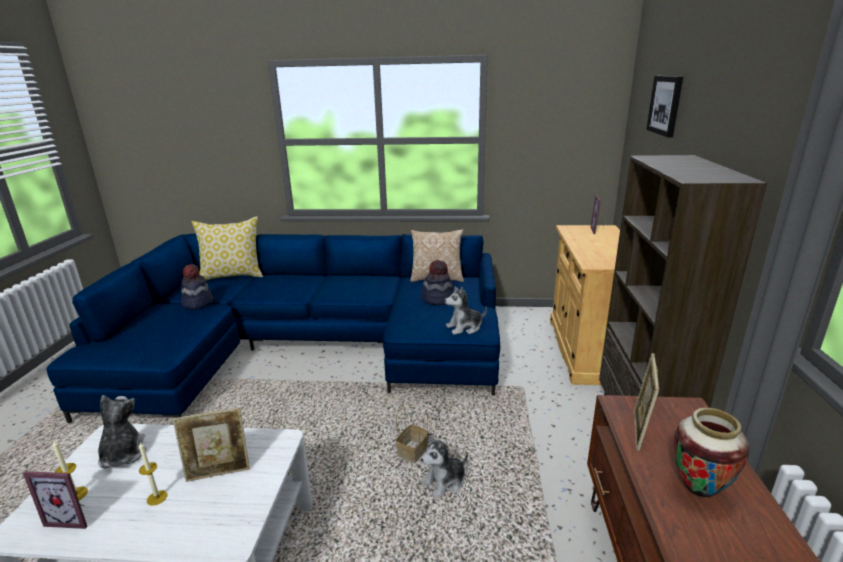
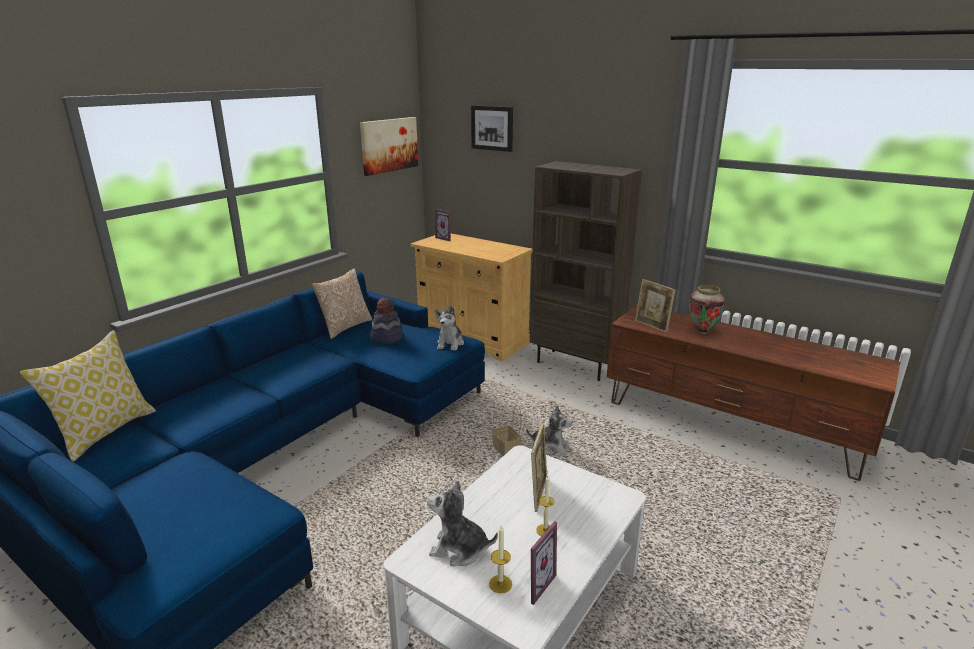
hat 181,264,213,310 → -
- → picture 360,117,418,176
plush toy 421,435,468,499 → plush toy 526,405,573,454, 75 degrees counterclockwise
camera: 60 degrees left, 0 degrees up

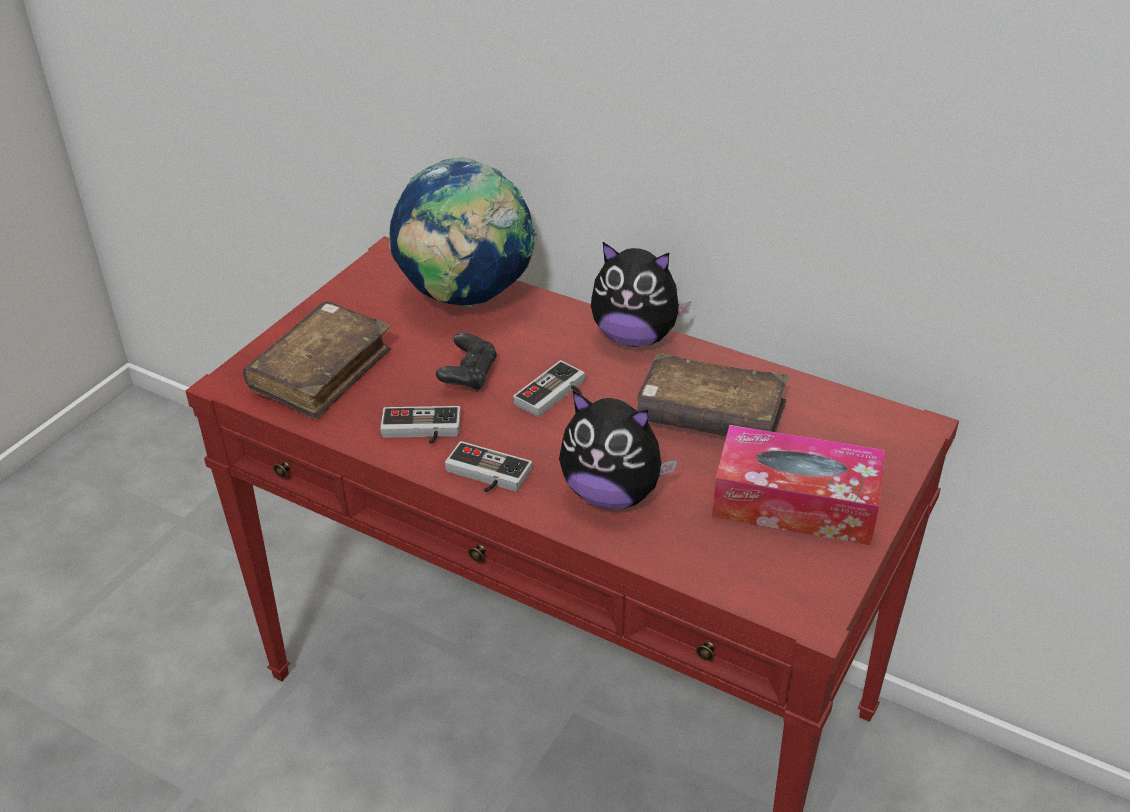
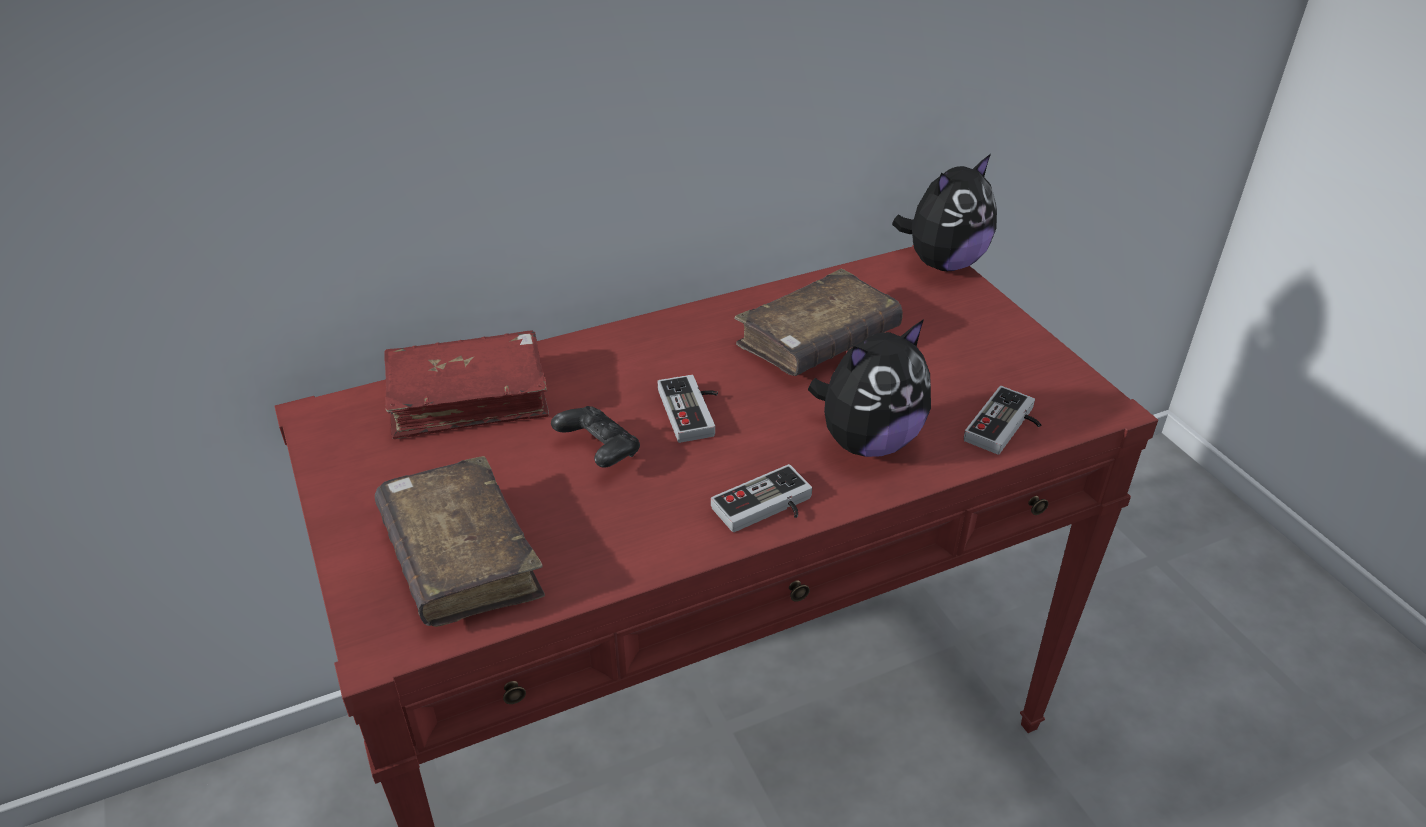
tissue box 712,425,885,546 → -
game controller 380,406,461,444 → game controller 964,386,1042,455, move
plush toy 591,242,692,347 → plush toy 892,154,997,271, move
globe 389,157,537,307 → red book 384,330,549,439
camera: 55 degrees left, 0 degrees up

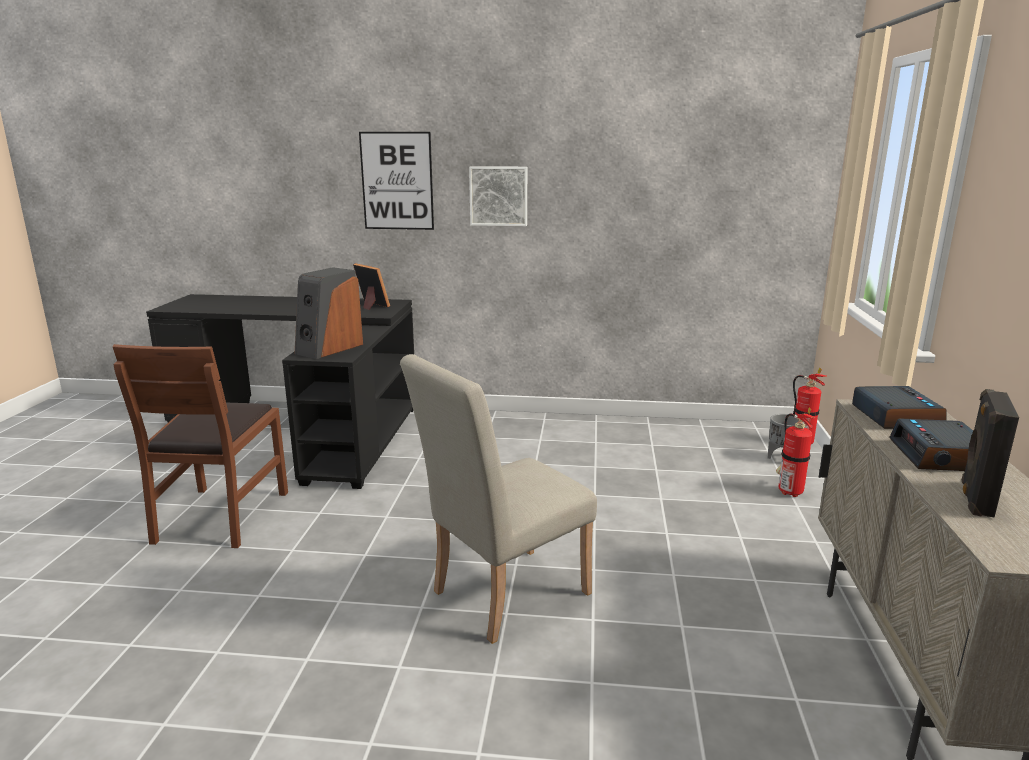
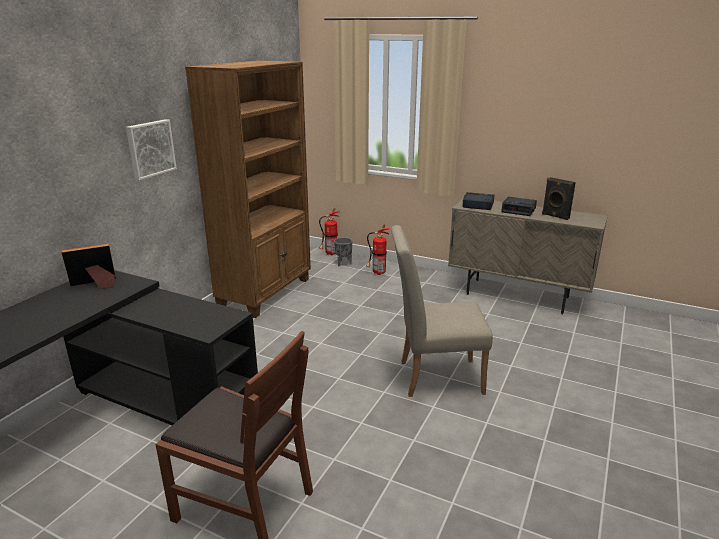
speaker 295,267,363,359 → -
picture 359,132,434,230 → -
- → brown bookcase 185,60,311,318
beige chair 400,354,597,644 → beige chair 391,225,493,397, 105 degrees clockwise
camera: 70 degrees left, 5 degrees up

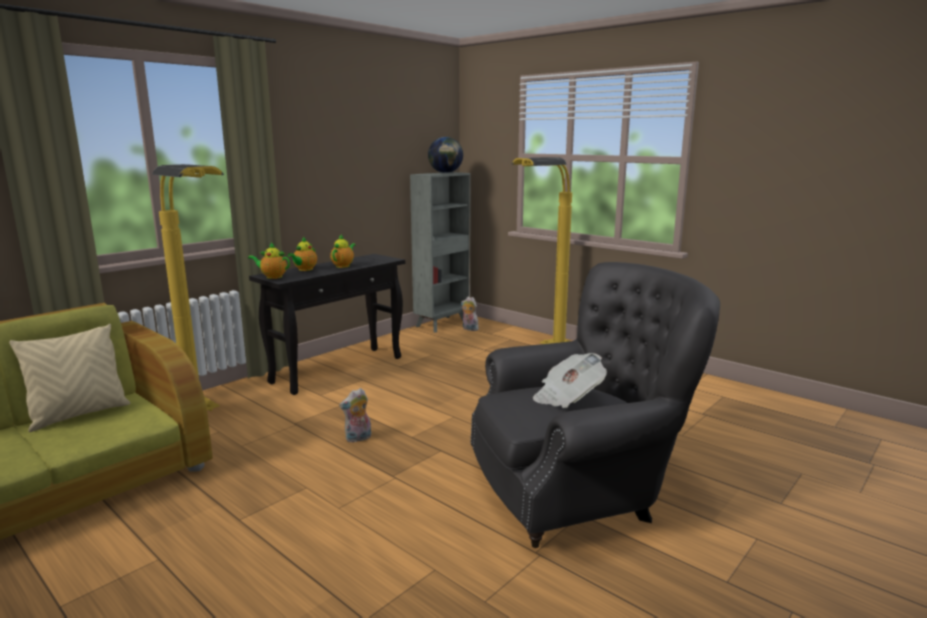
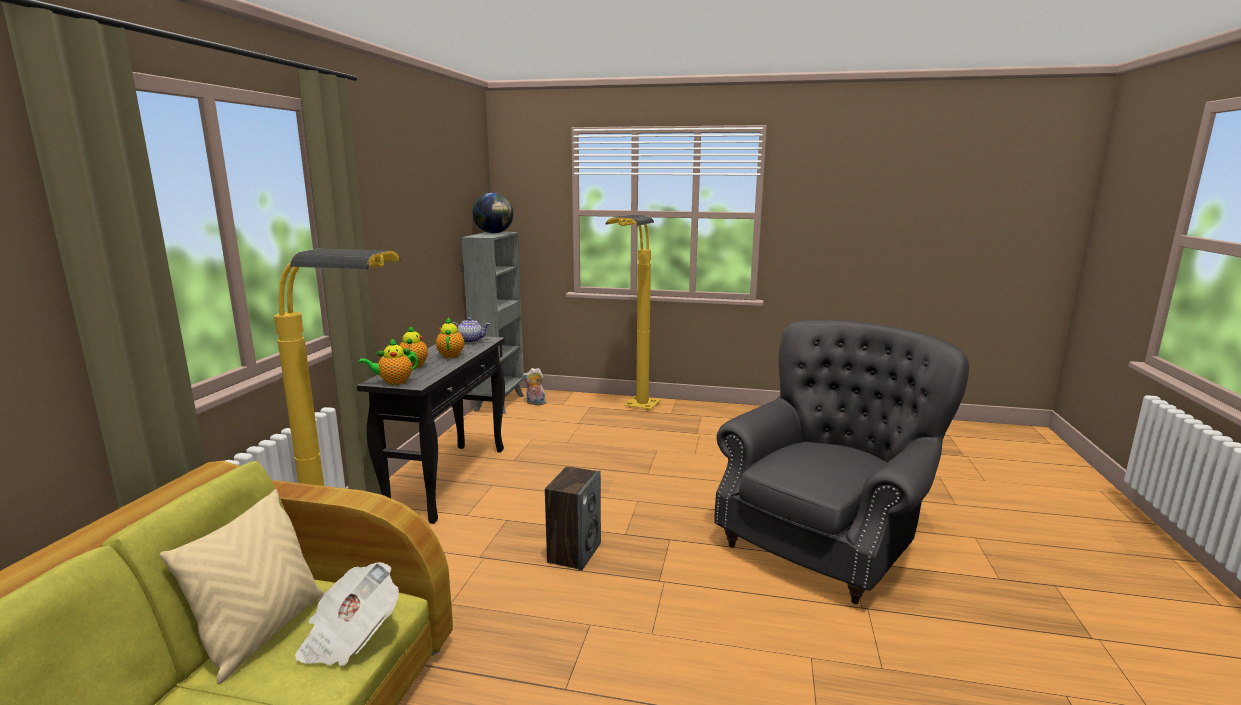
- → teapot 453,318,490,343
newspaper 533,353,607,408 → newspaper 295,562,399,666, move
plush toy 339,388,371,443 → speaker 545,466,601,571
camera: 30 degrees left, 0 degrees up

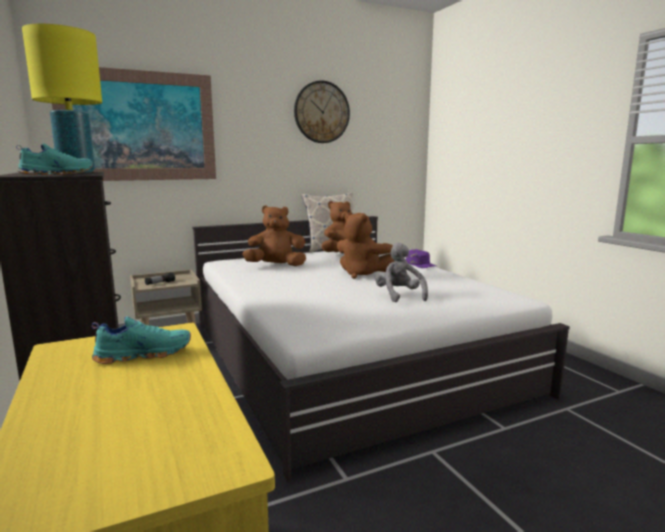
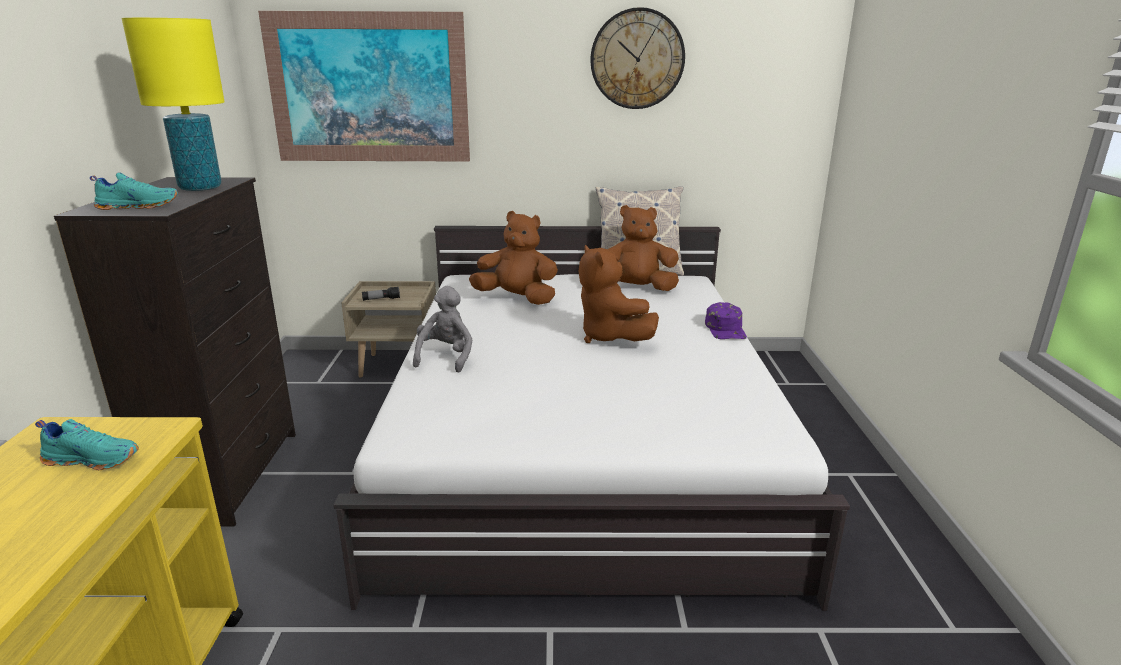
grey plush toy 375,243,428,302 → grey plush toy 413,286,473,373, move
camera: 25 degrees right, 10 degrees up

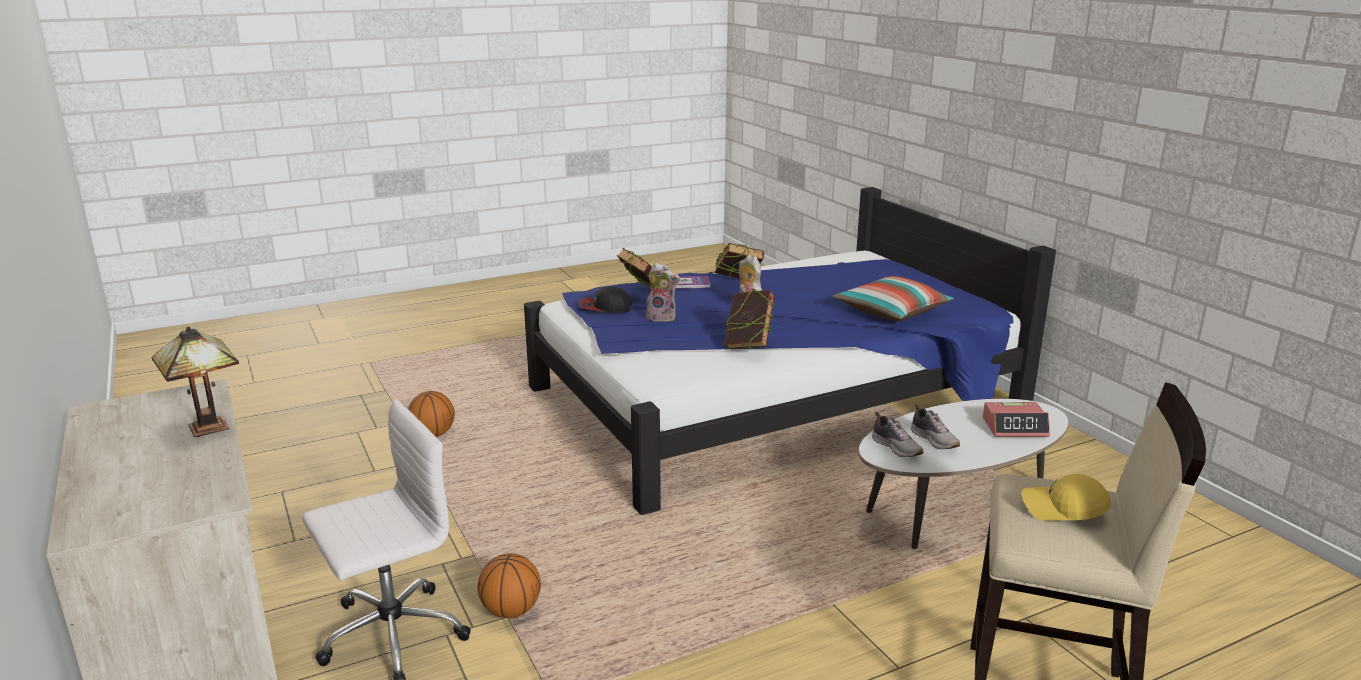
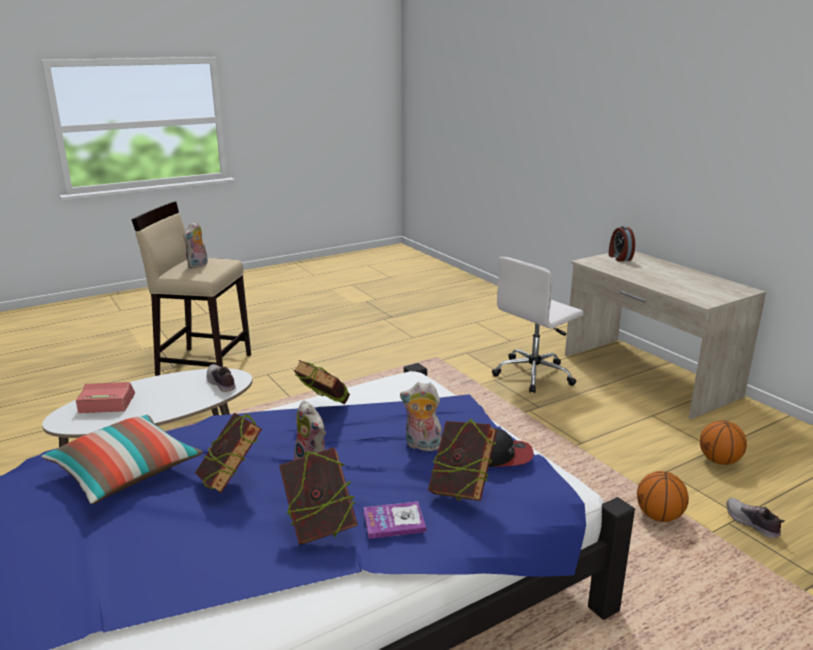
table lamp 152,327,239,437 → -
- → book 195,413,262,493
- → alarm clock 609,226,635,261
basketball 478,553,541,618 → basketball 700,420,747,465, move
shoe 911,404,960,449 → shoe 726,498,785,538, move
yellow cap 1022,474,1111,521 → plush toy 183,221,208,269
camera: 175 degrees right, 0 degrees up

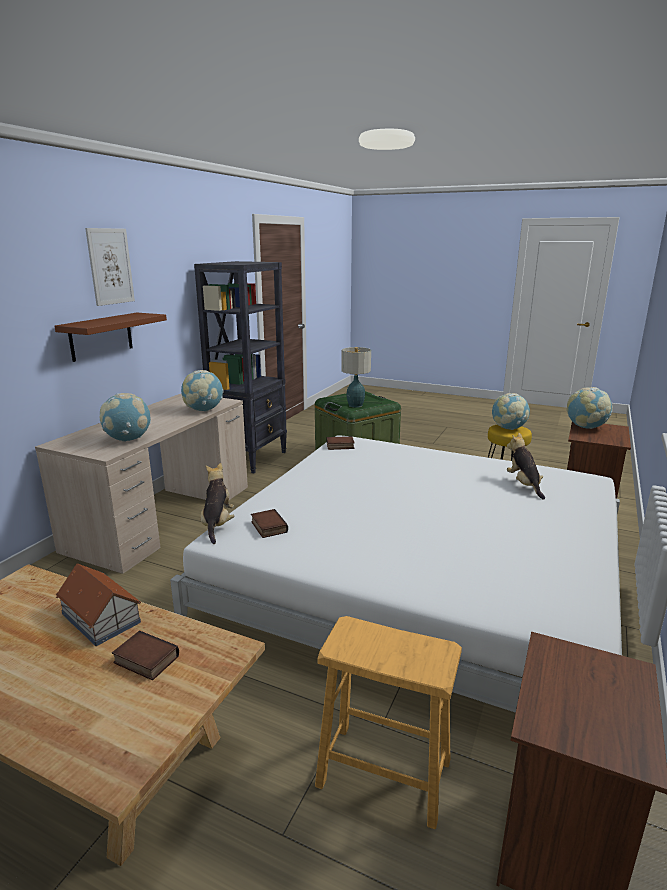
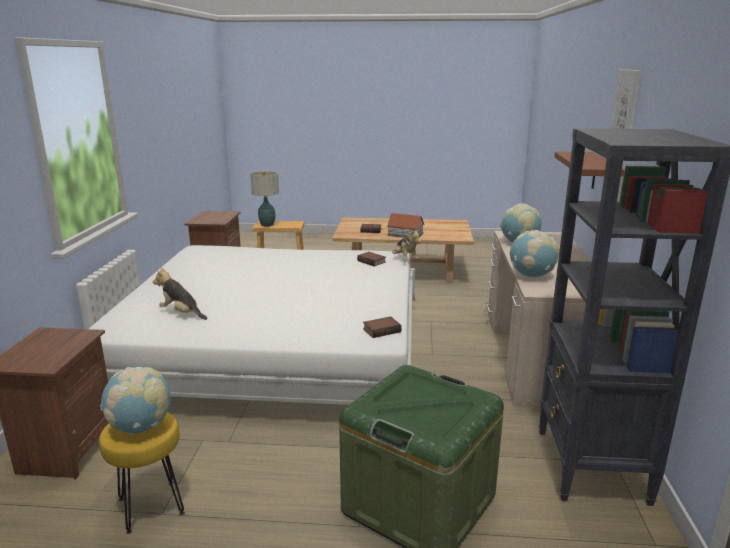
globe 567,387,613,429 → -
table lamp 341,347,371,408 → table lamp 250,171,279,227, move
plush toy 507,433,545,500 → plush toy 153,267,208,320, 150 degrees clockwise
camera: 160 degrees right, 0 degrees up

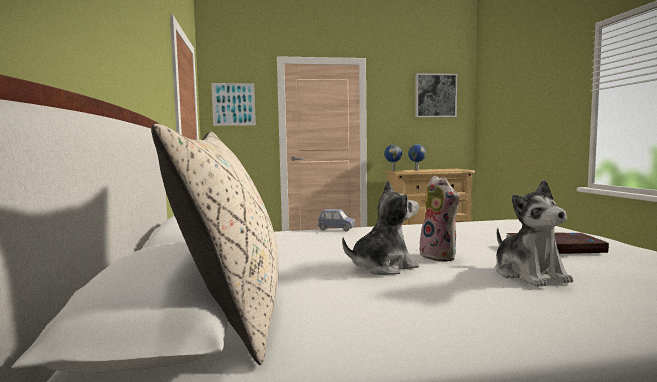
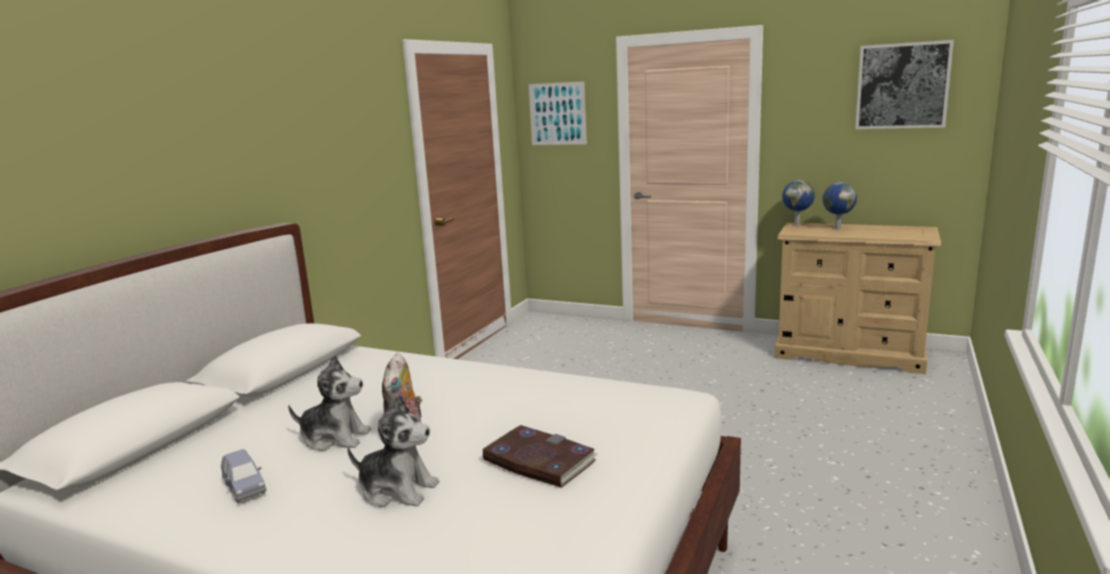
beige pillow 151,124,279,365 → -
blue toy car 317,209,356,231 → blue toy car 221,449,267,503, move
plush toy 496,180,573,287 → plush toy 347,395,439,507, 90 degrees counterclockwise
camera: 35 degrees right, 10 degrees up

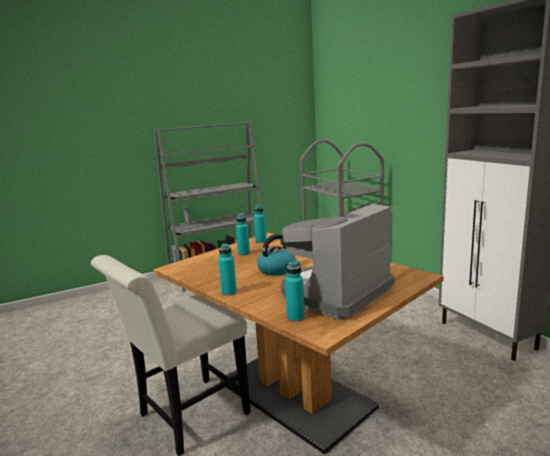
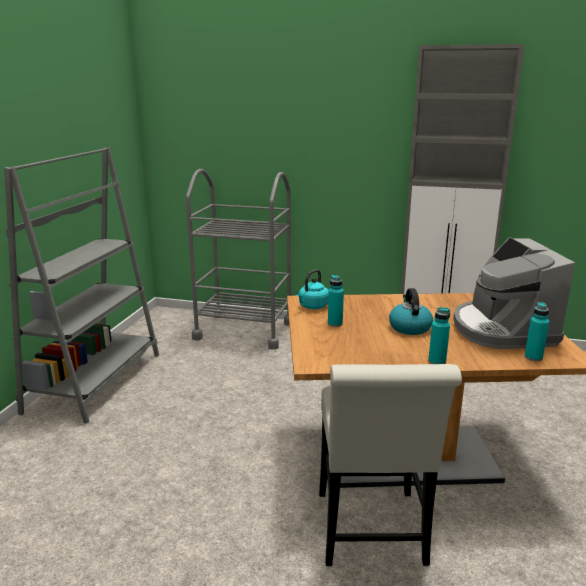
turquoise bottle 254,205,267,243 → turquoise kettle 296,270,329,309
camera: 50 degrees left, 5 degrees up

